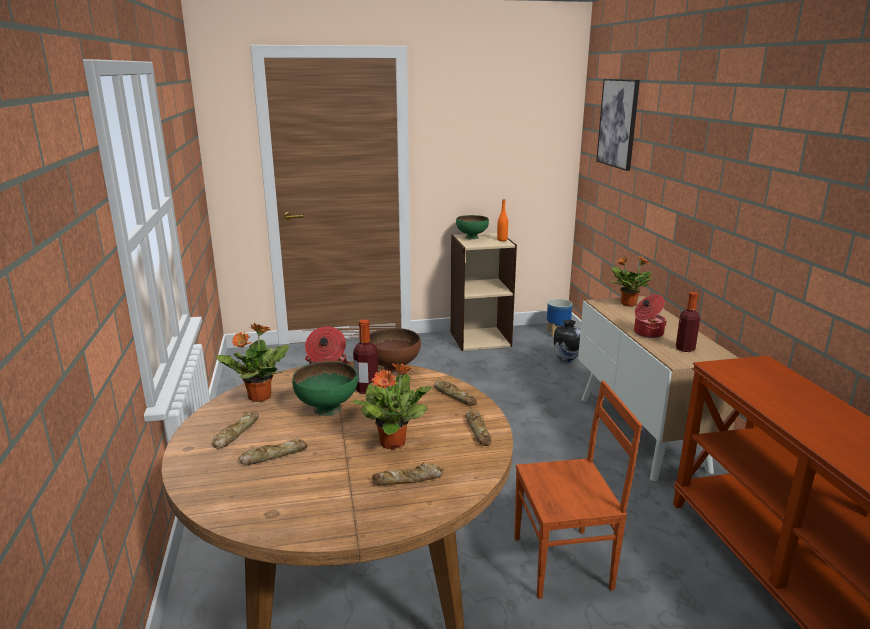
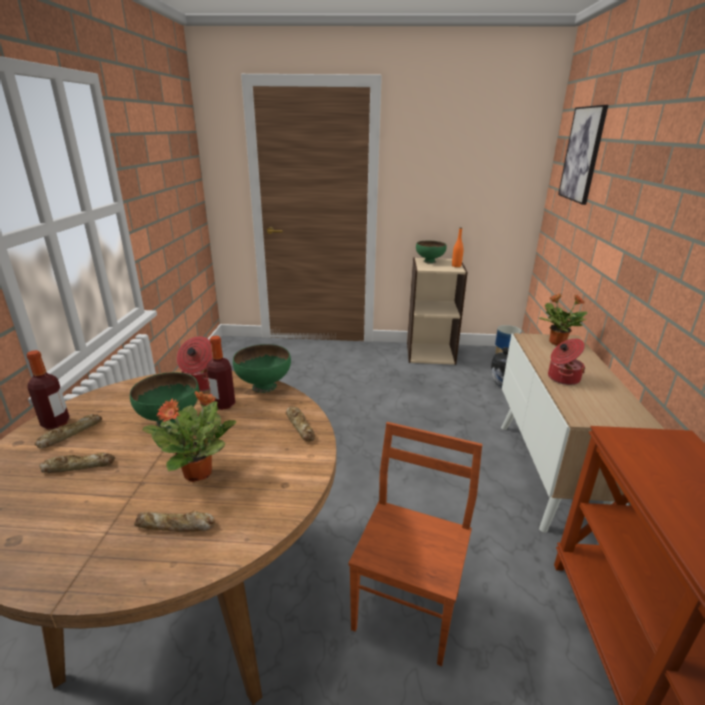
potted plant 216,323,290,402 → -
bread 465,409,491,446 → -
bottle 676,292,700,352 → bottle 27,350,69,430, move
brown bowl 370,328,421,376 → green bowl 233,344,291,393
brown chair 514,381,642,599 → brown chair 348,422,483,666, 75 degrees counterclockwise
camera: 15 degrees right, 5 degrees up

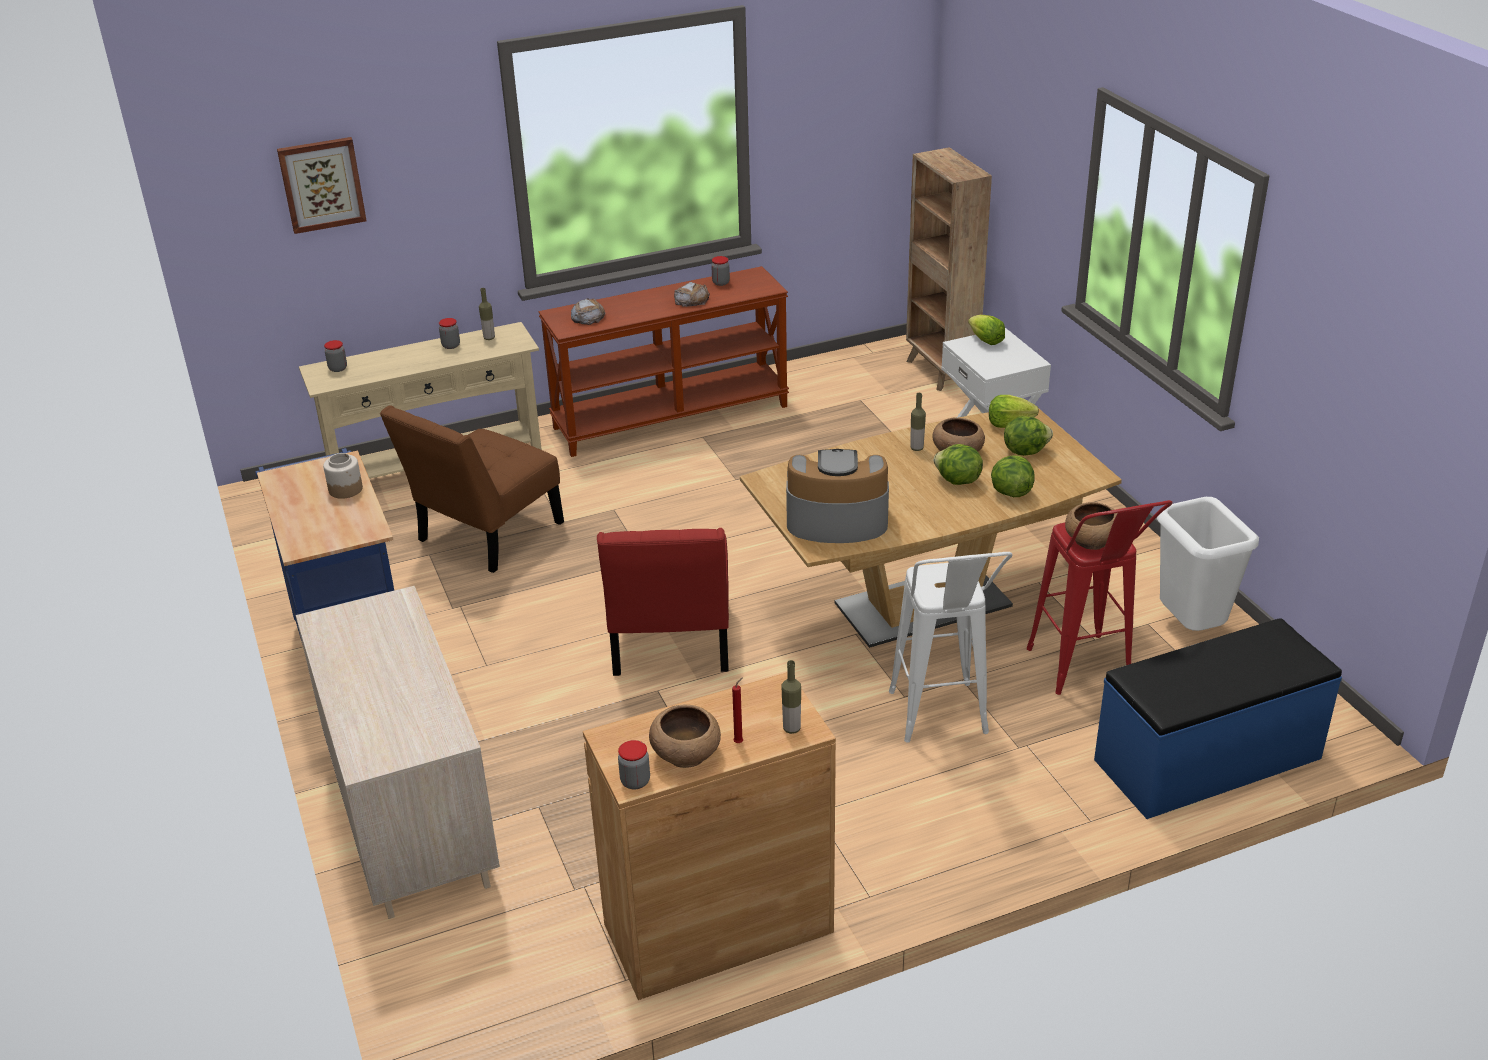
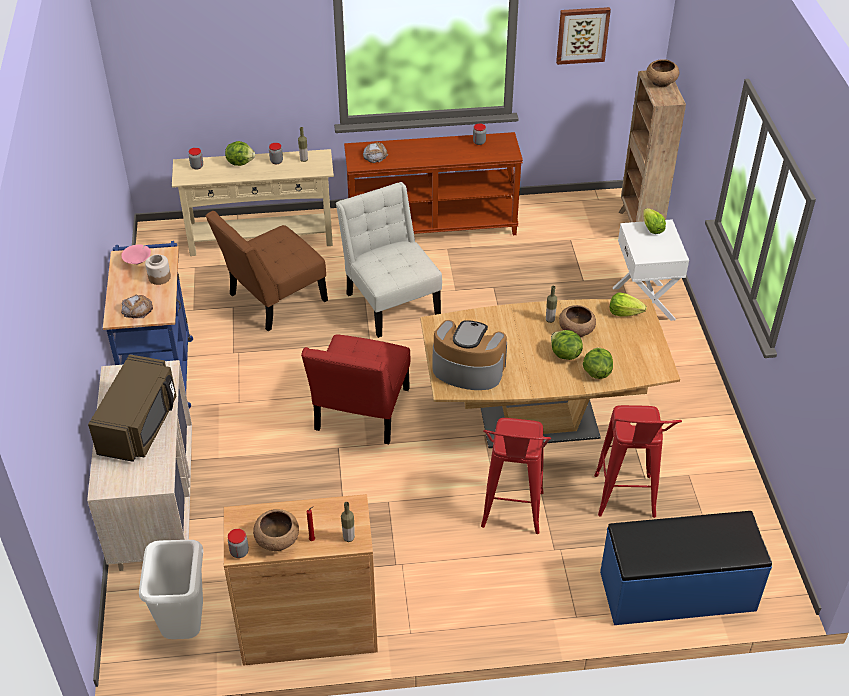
- → brown microwave 88,354,177,462
- → pink bowl 121,244,151,264
- → white chair 336,182,442,338
picture 277,137,367,234 → picture 556,7,611,65, move
bread 674,282,710,307 → bread 121,294,153,318, move
lettuce 1004,416,1053,456 → lettuce 225,141,255,166, move
brown bowl 1065,502,1117,550 → brown bowl 646,59,679,87, move
white trash can 1157,497,1259,631 → white trash can 139,540,203,639, move
white stool 889,552,1012,743 → red stool 481,418,551,534
camera: 15 degrees right, 10 degrees up

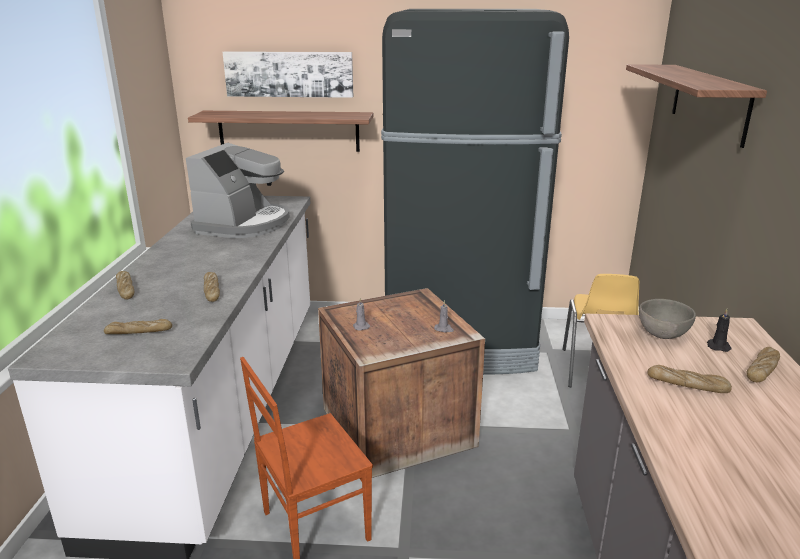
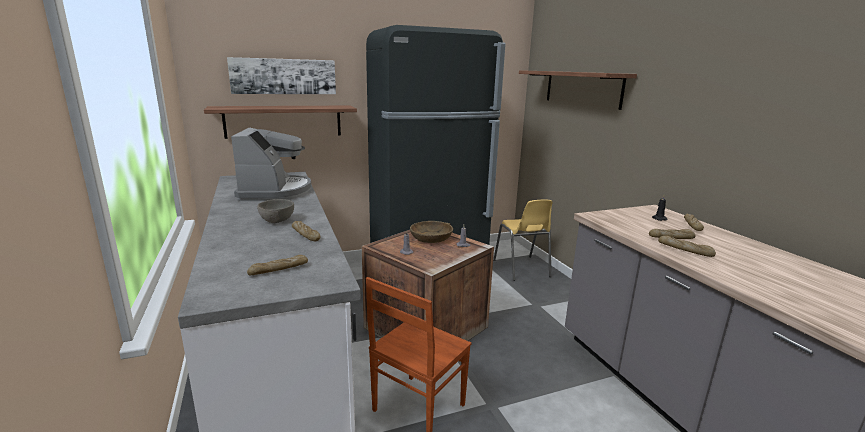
- → brown bowl 410,221,453,243
bread 116,271,134,299 → bread 658,236,716,257, move
grey bowl 639,299,696,339 → grey bowl 257,199,294,223, move
camera: 25 degrees left, 5 degrees down

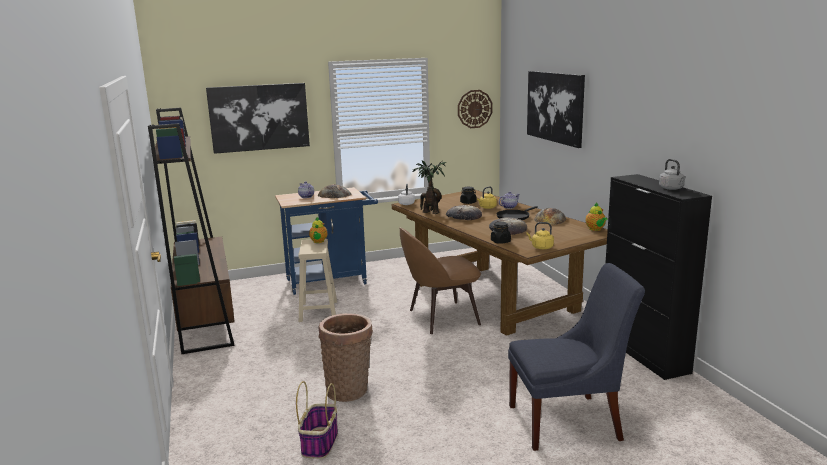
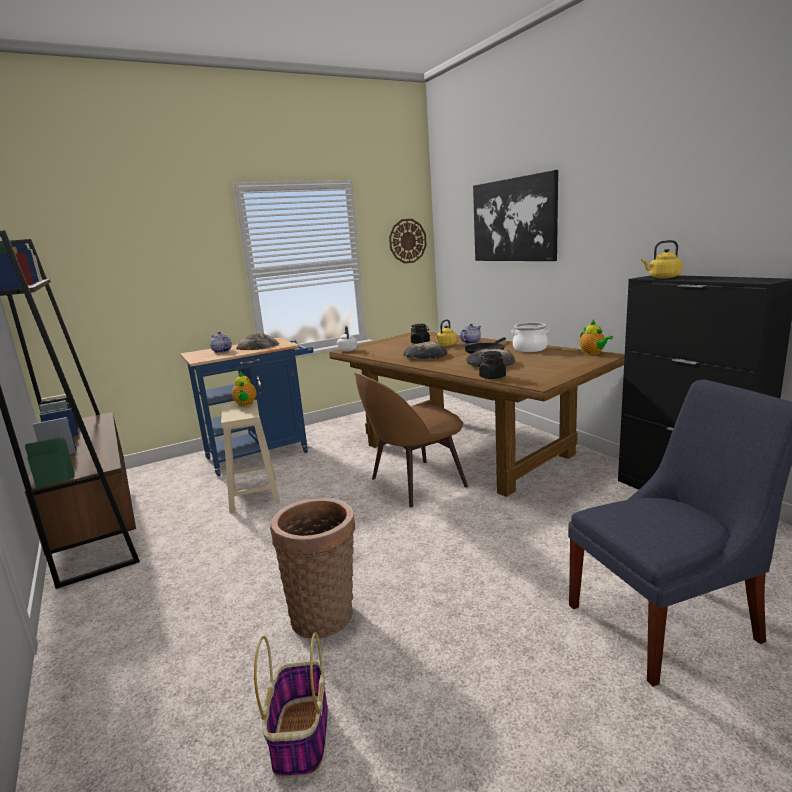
picture 206,83,310,154 → -
potted plant 413,160,446,214 → -
grey kettle 659,159,686,190 → -
yellow kettle 526,222,554,249 → yellow kettle 641,240,682,279, move
bread 534,208,567,225 → cooking pot 511,323,549,352
camera: 10 degrees left, 0 degrees up

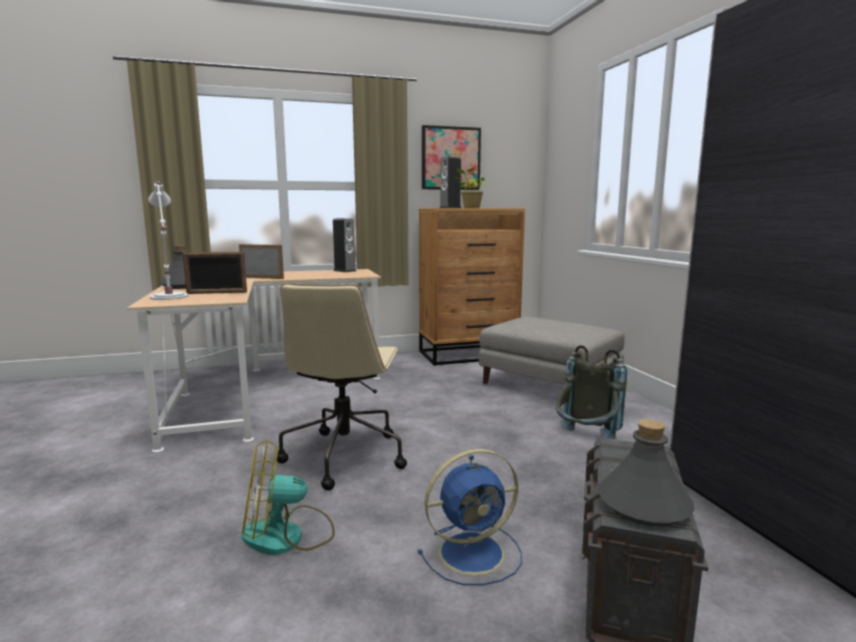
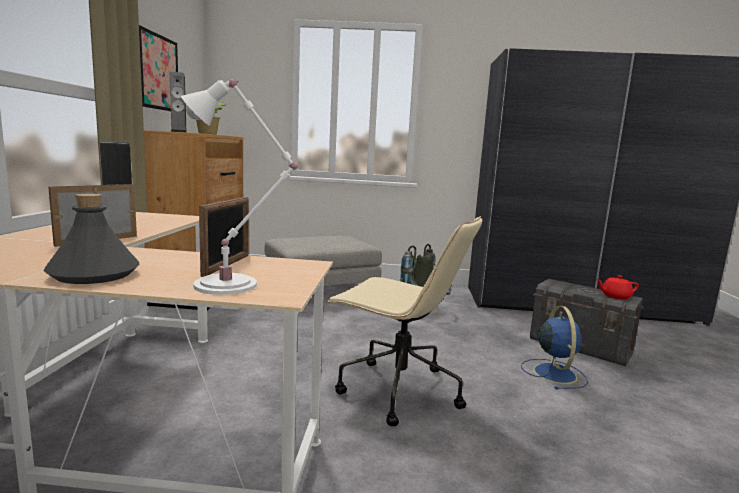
fan 242,440,335,555 → -
grey bottle 598,419,695,526 → red teapot 596,275,639,299
camera: 70 degrees left, 0 degrees up

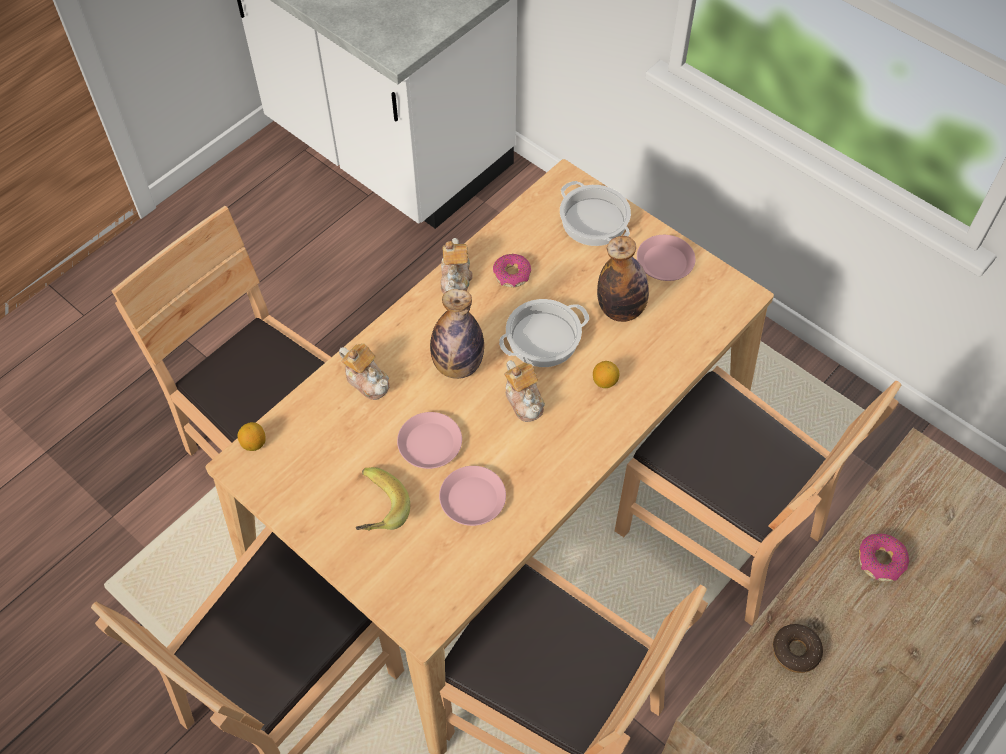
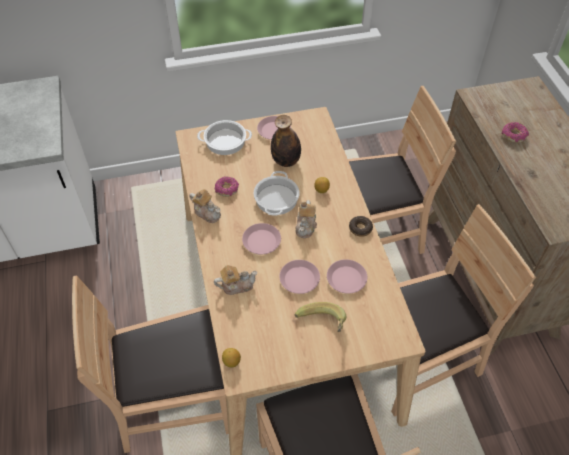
donut 773,624,823,673 → donut 349,216,373,237, move
bottle 430,289,484,379 → pink plate 242,223,281,255
teapot 504,360,545,422 → teapot 296,200,317,238, 90 degrees clockwise
camera: 55 degrees left, 5 degrees down

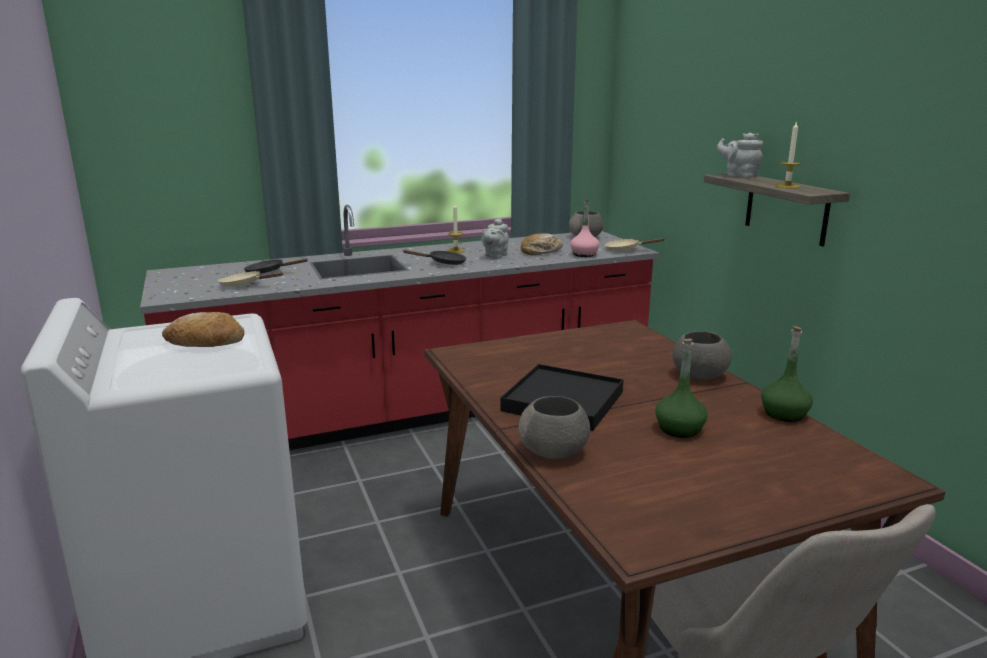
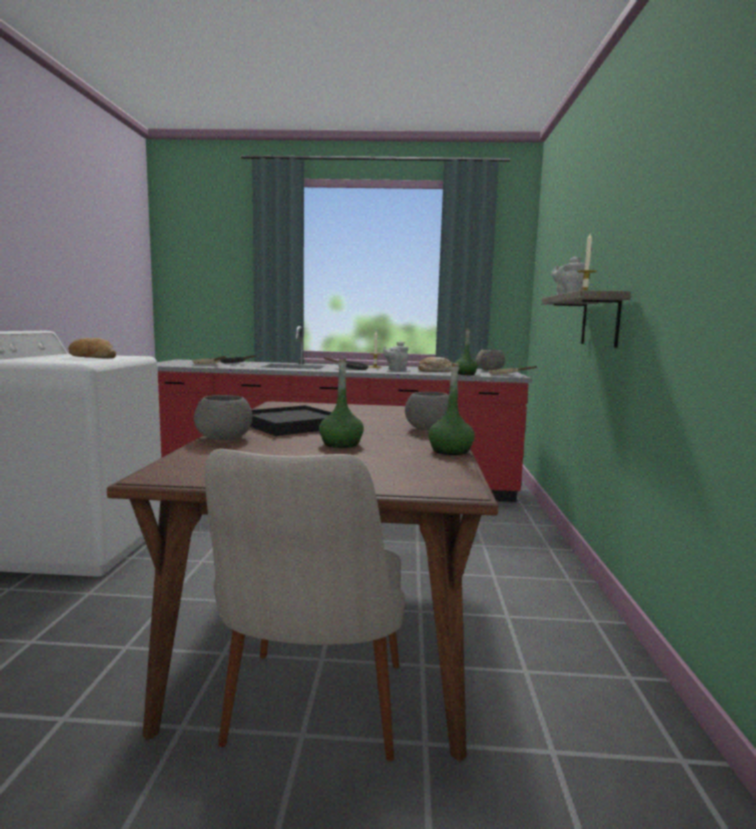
pink bottle 570,200,599,257 → green bottle 455,328,478,375
camera: 25 degrees right, 10 degrees down

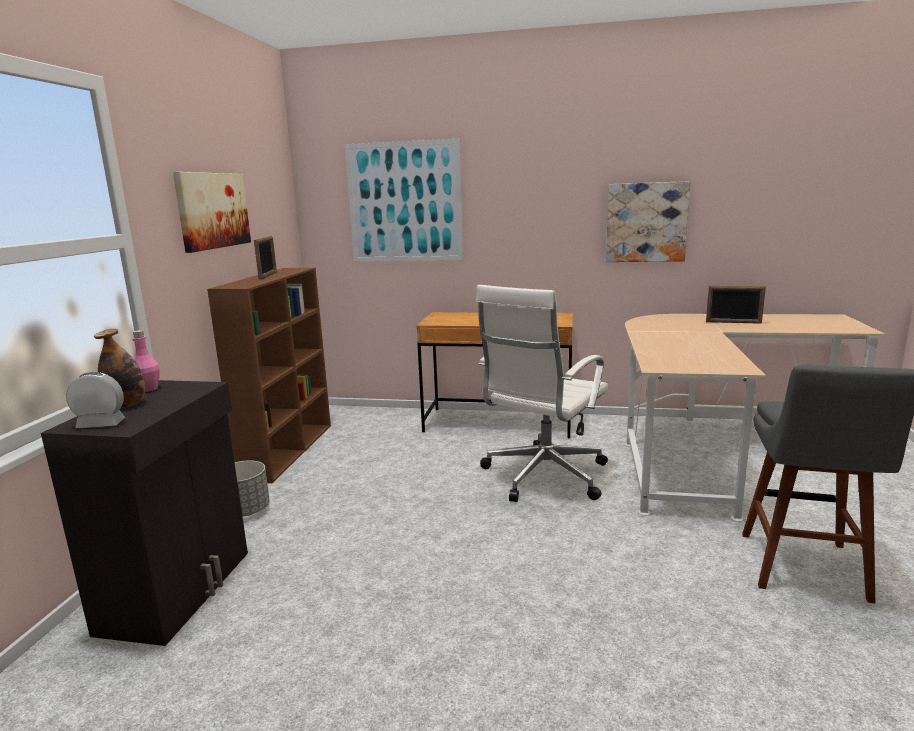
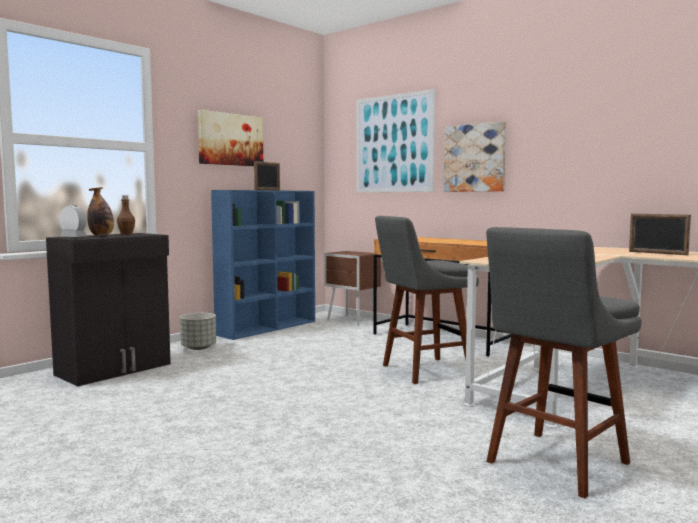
- → brown nightstand 324,251,381,326
picture 606,181,690,262 → picture 444,121,506,192, move
white office chair 476,285,608,502 → grey stool 375,216,479,384
pink bottle 132,330,160,392 → brown bottle 117,195,135,234
brown bookcase 207,268,331,483 → blue bookcase 211,190,315,340
camera: 30 degrees right, 10 degrees down

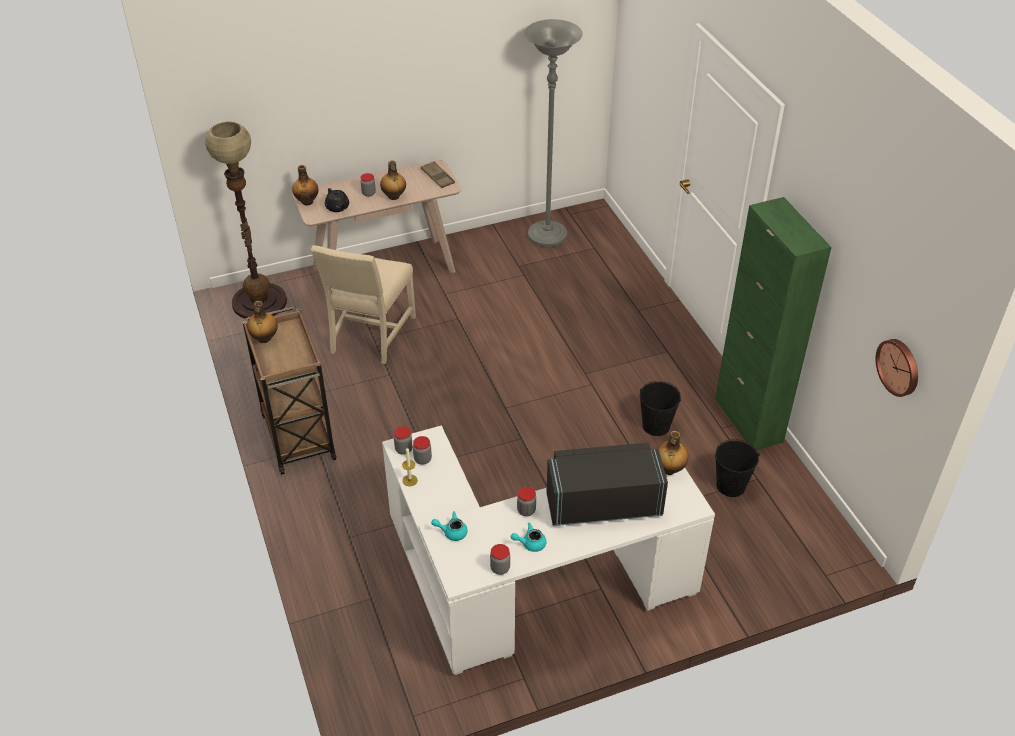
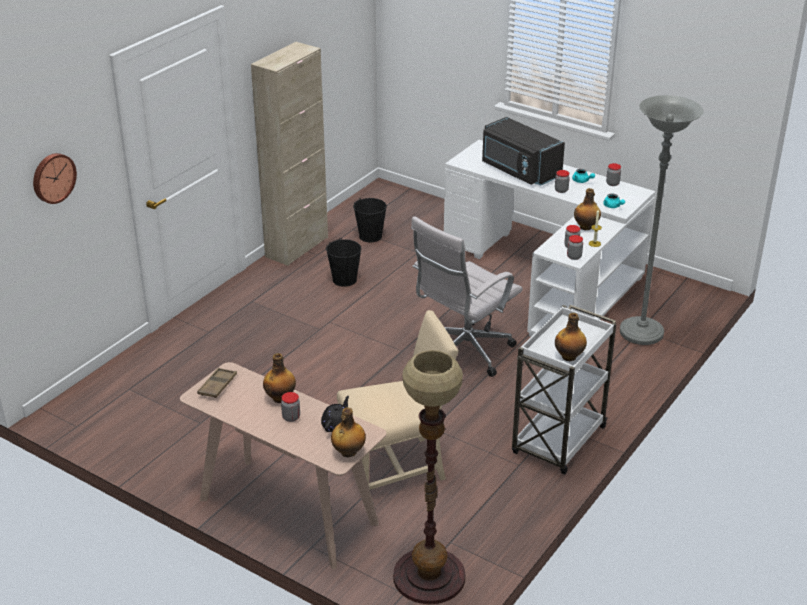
- → white office chair 411,216,522,377
grey floor lamp 525,19,583,247 → grey floor lamp 620,95,703,345, move
bottle 657,431,688,475 → bottle 574,188,601,230, move
wall clock 876,339,918,397 → wall clock 33,153,77,204, move
brown cart 243,307,337,475 → white cart 512,305,616,475
green cabinet 715,197,832,451 → beige cabinet 251,42,328,266
camera: 125 degrees left, 10 degrees down

